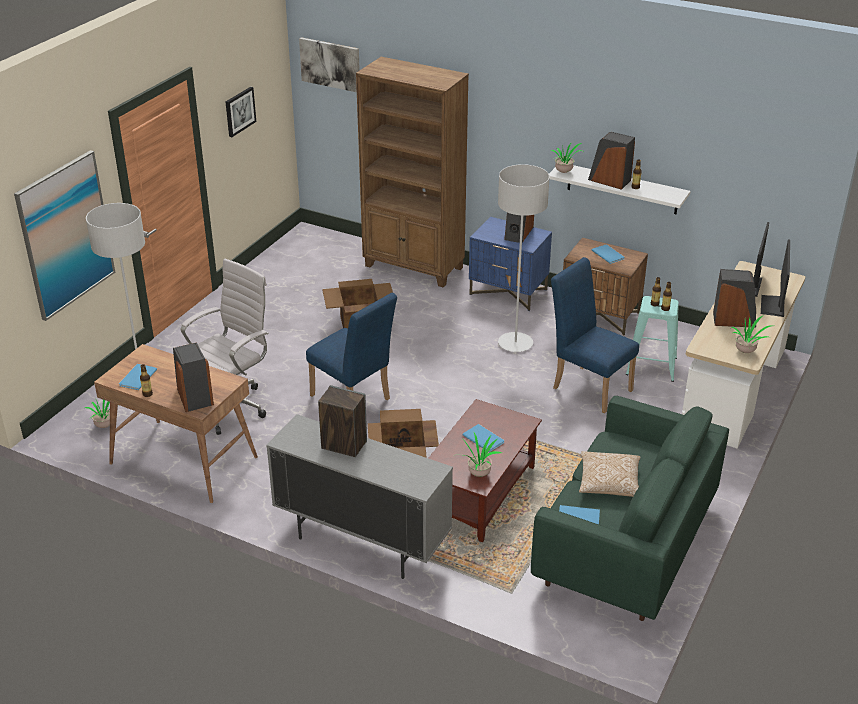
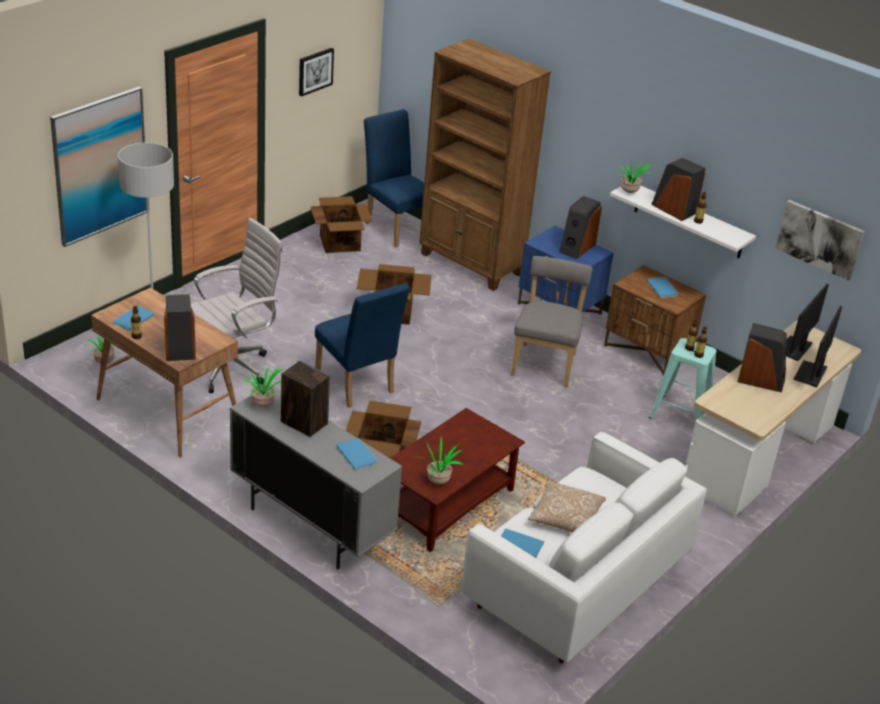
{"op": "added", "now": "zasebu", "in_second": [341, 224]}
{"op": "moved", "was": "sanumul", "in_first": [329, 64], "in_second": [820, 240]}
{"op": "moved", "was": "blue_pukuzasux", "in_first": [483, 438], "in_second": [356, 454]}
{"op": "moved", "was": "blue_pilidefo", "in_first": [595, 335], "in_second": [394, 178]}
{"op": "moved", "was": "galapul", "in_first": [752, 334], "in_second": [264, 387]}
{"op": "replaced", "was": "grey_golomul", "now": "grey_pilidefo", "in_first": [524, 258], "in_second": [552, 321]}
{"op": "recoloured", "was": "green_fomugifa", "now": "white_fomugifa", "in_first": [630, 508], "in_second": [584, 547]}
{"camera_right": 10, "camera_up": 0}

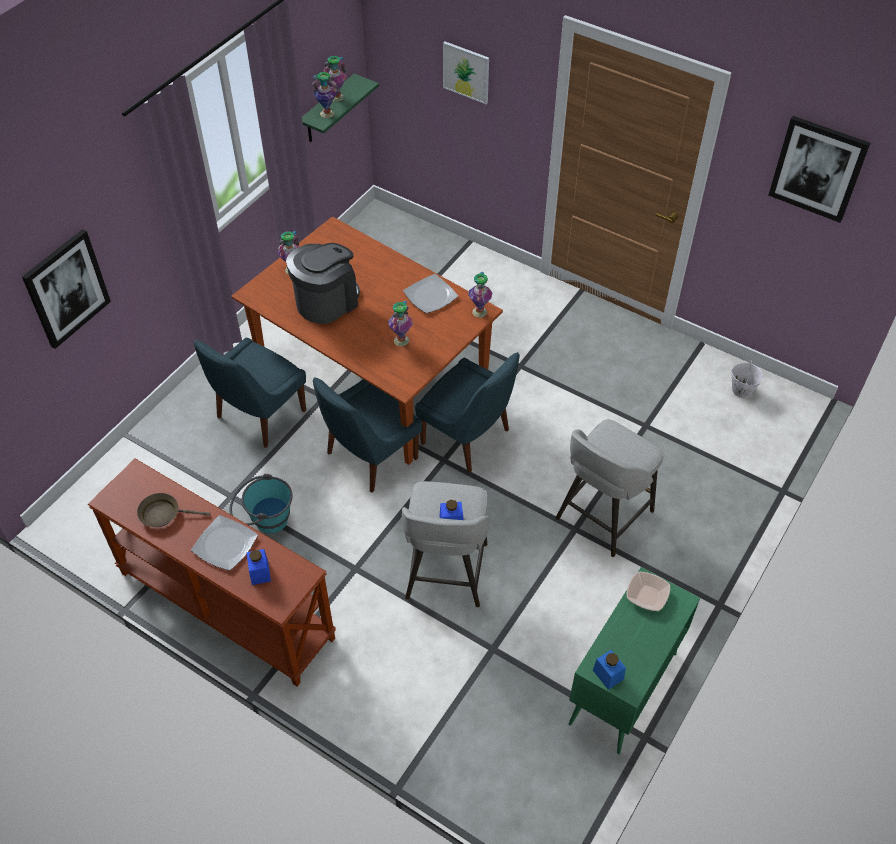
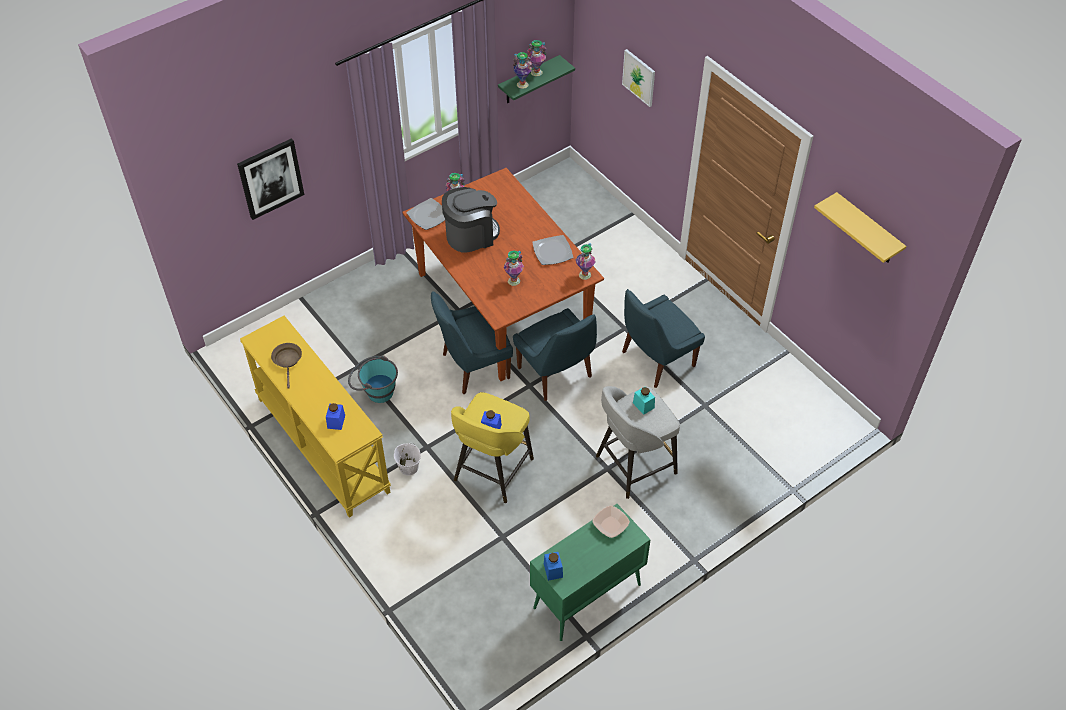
{"op": "added", "now": "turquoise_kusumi", "in_second": [644, 401]}
{"op": "moved", "was": "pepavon", "in_first": [224, 543], "in_second": [425, 214]}
{"op": "moved", "was": "blue_pilidefo", "in_first": [250, 393], "in_second": [663, 338]}
{"op": "moved", "was": "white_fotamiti", "in_first": [747, 378], "in_second": [407, 459]}
{"op": "replaced", "was": "sanumul", "now": "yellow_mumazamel", "in_first": [819, 169], "in_second": [860, 227]}
{"op": "recoloured", "was": "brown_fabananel", "now": "yellow_fabananel", "in_first": [212, 572], "in_second": [315, 417]}
{"op": "recoloured", "was": "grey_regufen", "now": "yellow_regufen", "in_first": [446, 544], "in_second": [492, 447]}
{"op": "turned", "was": "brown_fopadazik", "in_first": [173, 510], "in_second": [286, 366], "clockwise": 60}
{"camera_right": 20, "camera_up": 0}

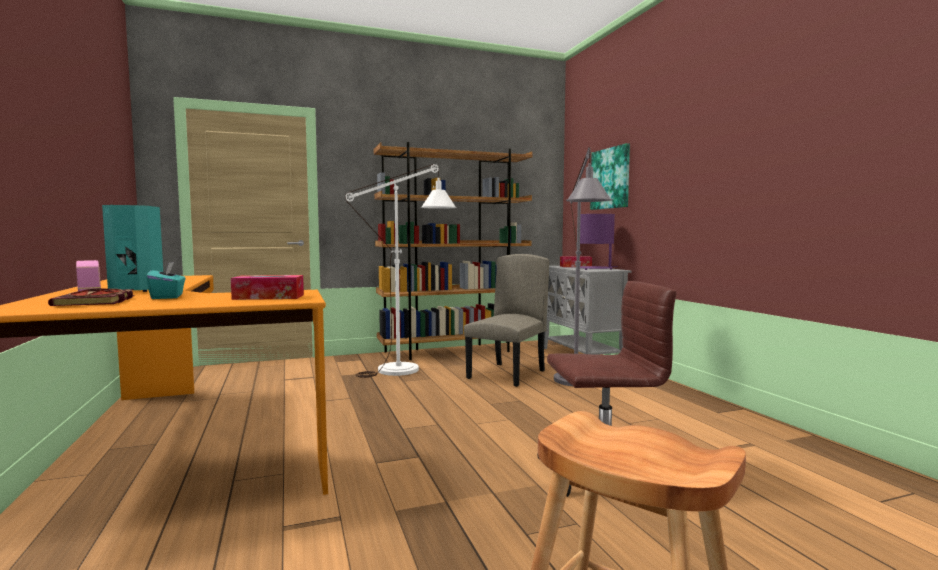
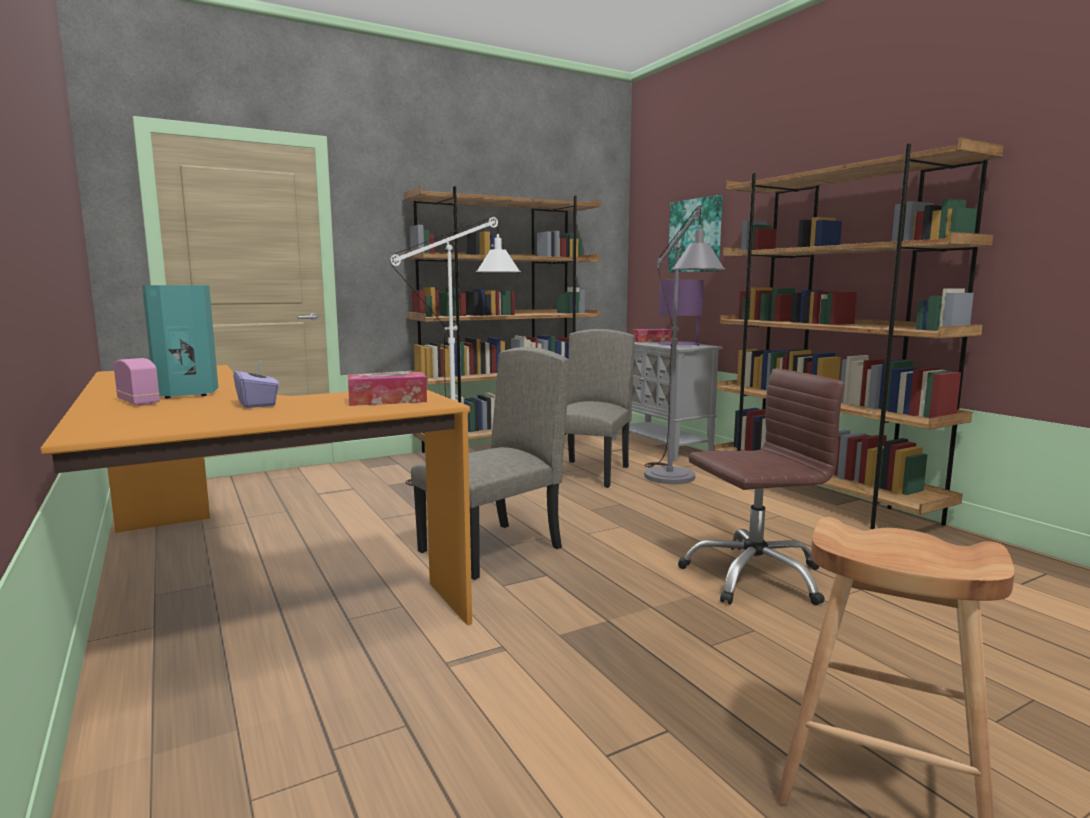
{"op": "removed", "was": "pukuzasux", "in_first": [91, 297]}
{"op": "added", "now": "beige_pilidefo", "in_second": [490, 463]}
{"op": "added", "now": "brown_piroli", "in_second": [859, 333]}
{"op": "recoloured", "was": "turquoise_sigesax", "now": "purple_sigesax", "in_first": [166, 280], "in_second": [256, 384]}
{"camera_right": -10, "camera_up": 5}

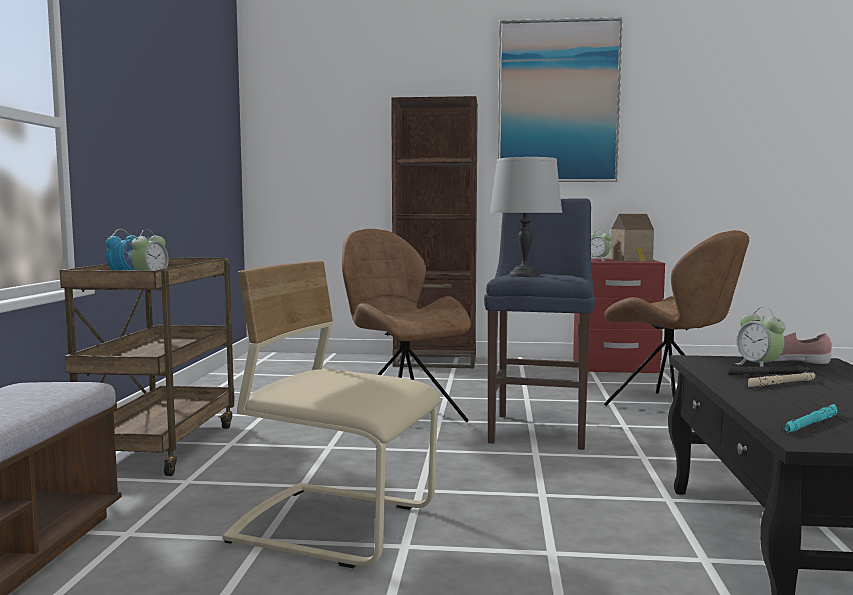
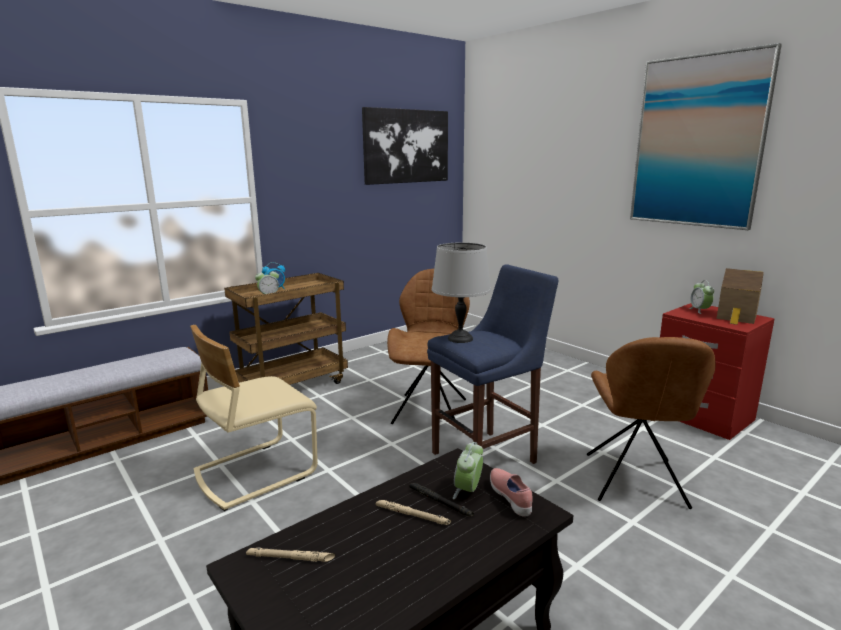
{"op": "removed", "was": "brown_piroli", "in_first": [434, 232]}
{"op": "added", "now": "sanumul", "in_second": [405, 146]}
{"op": "recoloured", "was": "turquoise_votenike", "now": "beige_votenike", "in_first": [810, 418], "in_second": [291, 554]}
{"op": "turned", "was": "beige_pilidefo", "in_first": [332, 414], "in_second": [254, 418], "clockwise": -105}
{"camera_right": 45, "camera_up": 10}

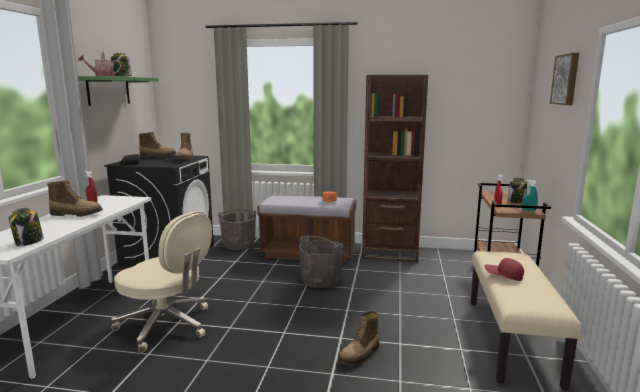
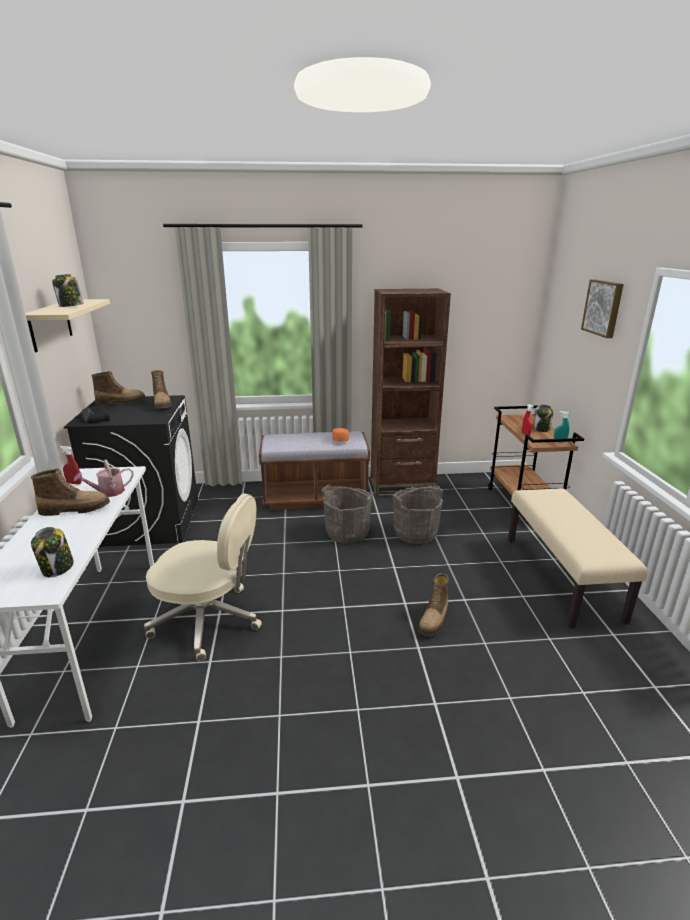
{"op": "removed", "was": "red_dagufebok", "in_first": [504, 269]}
{"op": "moved", "was": "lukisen", "in_first": [99, 63], "in_second": [104, 478]}
{"op": "moved", "was": "grey_fotamiti", "in_first": [237, 229], "in_second": [417, 514]}
{"op": "recoloured", "was": "green_mumazamel", "now": "beige_mumazamel", "in_first": [118, 91], "in_second": [67, 325]}
{"camera_right": -15, "camera_up": 10}

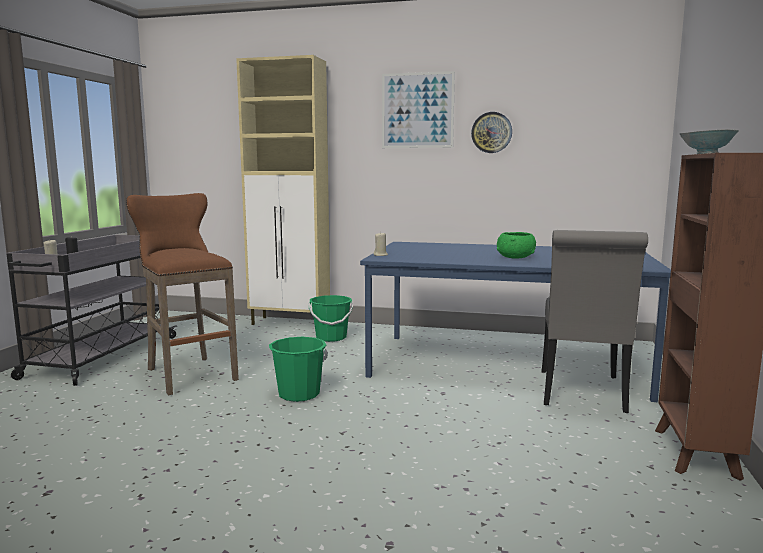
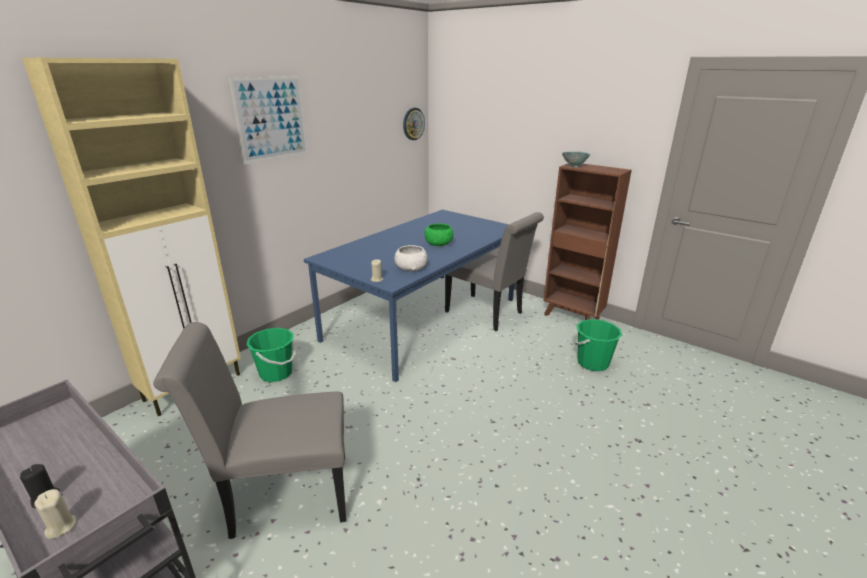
{"op": "added", "now": "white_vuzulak", "in_second": [411, 258]}
{"op": "moved", "was": "green_fotamiti", "in_first": [298, 369], "in_second": [598, 345]}
{"op": "moved", "was": "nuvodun", "in_first": [491, 132], "in_second": [414, 124]}
{"op": "replaced", "was": "brown_regufen", "now": "grey_pilidefo", "in_first": [182, 294], "in_second": [249, 430]}
{"camera_right": -65, "camera_up": 15}

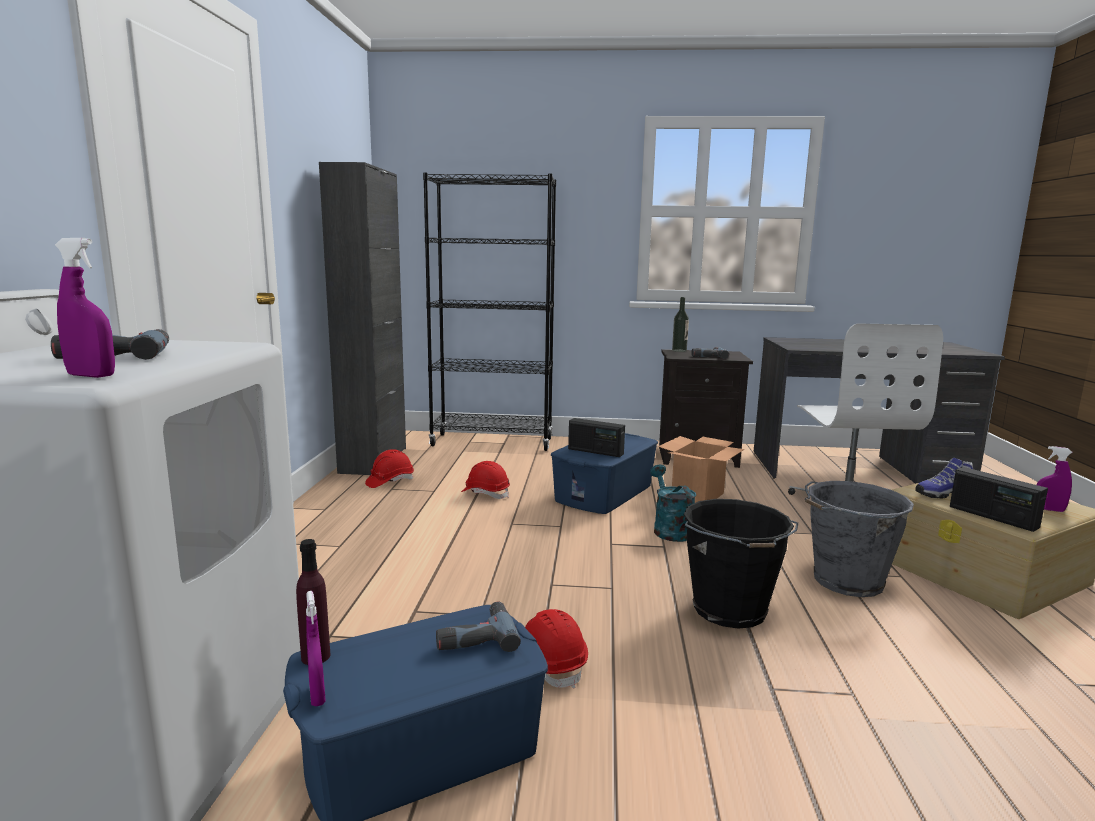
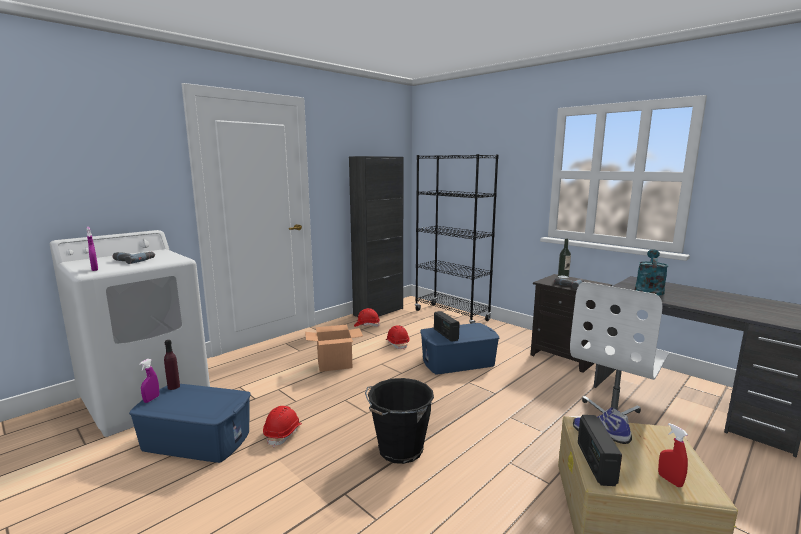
{"op": "removed", "was": "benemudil", "in_first": [478, 627]}
{"op": "removed", "was": "grey_fotamiti", "in_first": [859, 539]}
{"op": "moved", "was": "turquoise_lukisen", "in_first": [673, 503], "in_second": [651, 272]}
{"op": "moved", "was": "zasebu", "in_first": [701, 469], "in_second": [334, 348]}
{"op": "recoloured", "was": "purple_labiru", "now": "red_labiru", "in_first": [1055, 479], "in_second": [673, 455]}
{"camera_right": 40, "camera_up": 0}

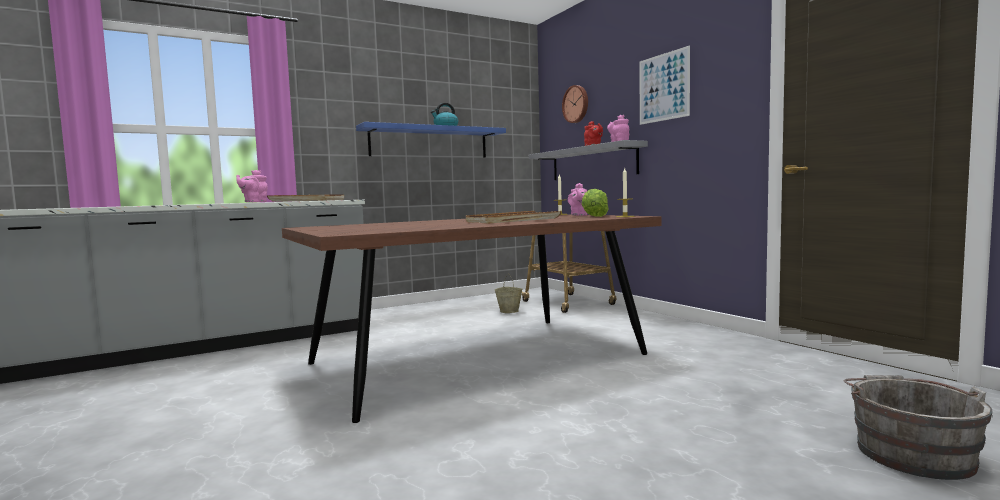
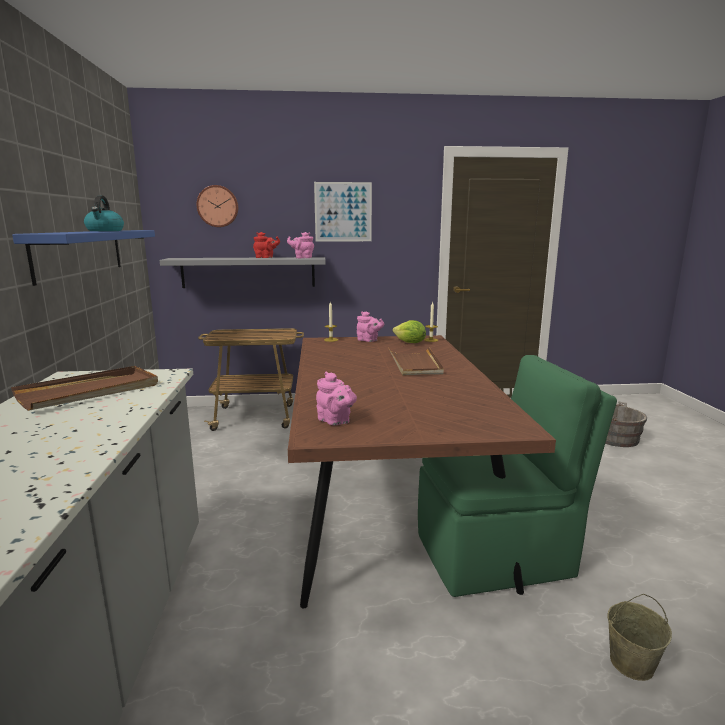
{"op": "added", "now": "green_pilidefo", "in_second": [517, 476]}
{"op": "moved", "was": "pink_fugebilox", "in_first": [252, 186], "in_second": [336, 398]}
{"op": "moved", "was": "beige_fotamiti", "in_first": [509, 293], "in_second": [639, 637]}
{"camera_right": -65, "camera_up": 10}

